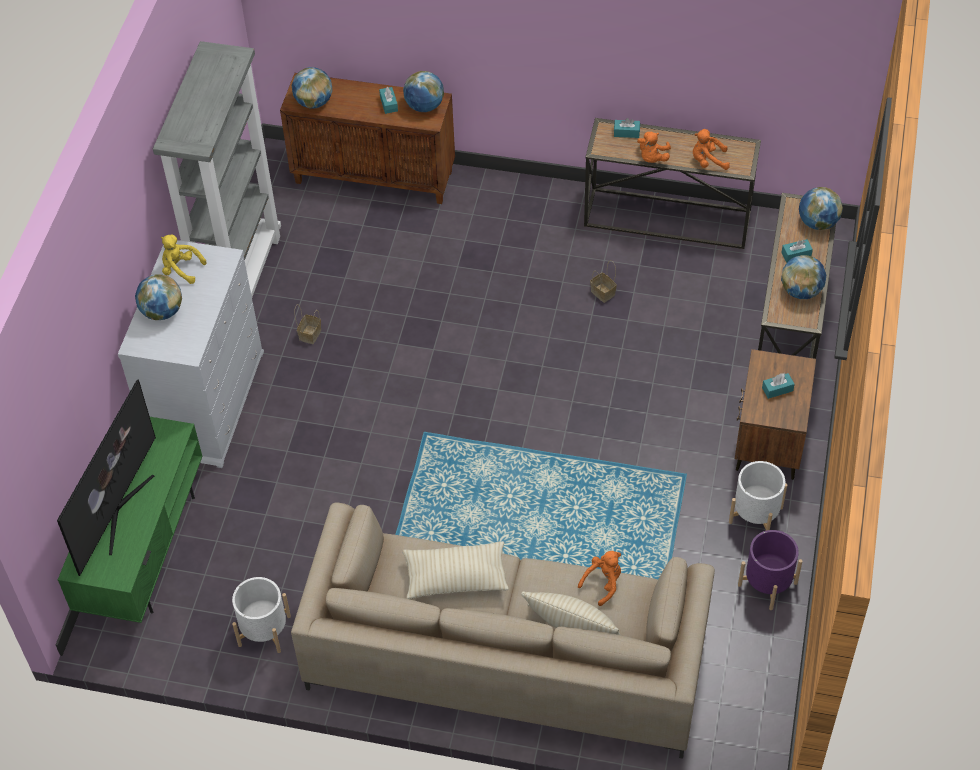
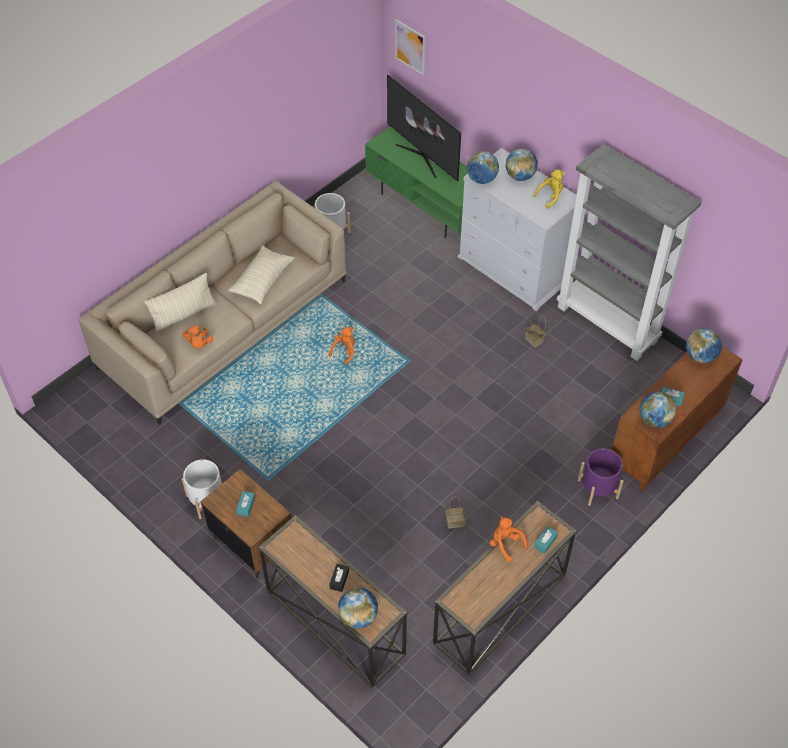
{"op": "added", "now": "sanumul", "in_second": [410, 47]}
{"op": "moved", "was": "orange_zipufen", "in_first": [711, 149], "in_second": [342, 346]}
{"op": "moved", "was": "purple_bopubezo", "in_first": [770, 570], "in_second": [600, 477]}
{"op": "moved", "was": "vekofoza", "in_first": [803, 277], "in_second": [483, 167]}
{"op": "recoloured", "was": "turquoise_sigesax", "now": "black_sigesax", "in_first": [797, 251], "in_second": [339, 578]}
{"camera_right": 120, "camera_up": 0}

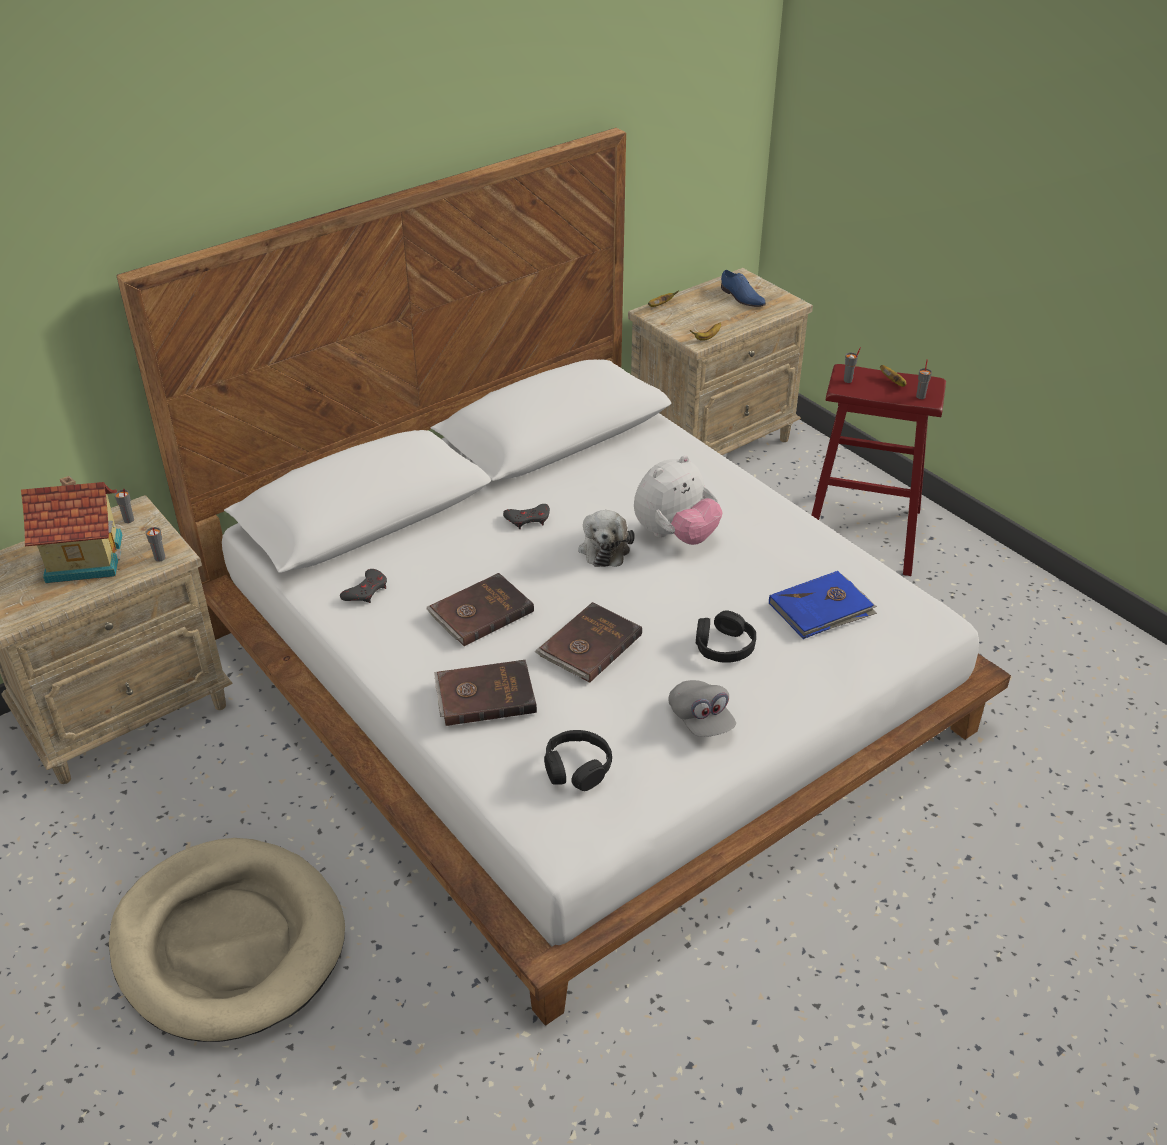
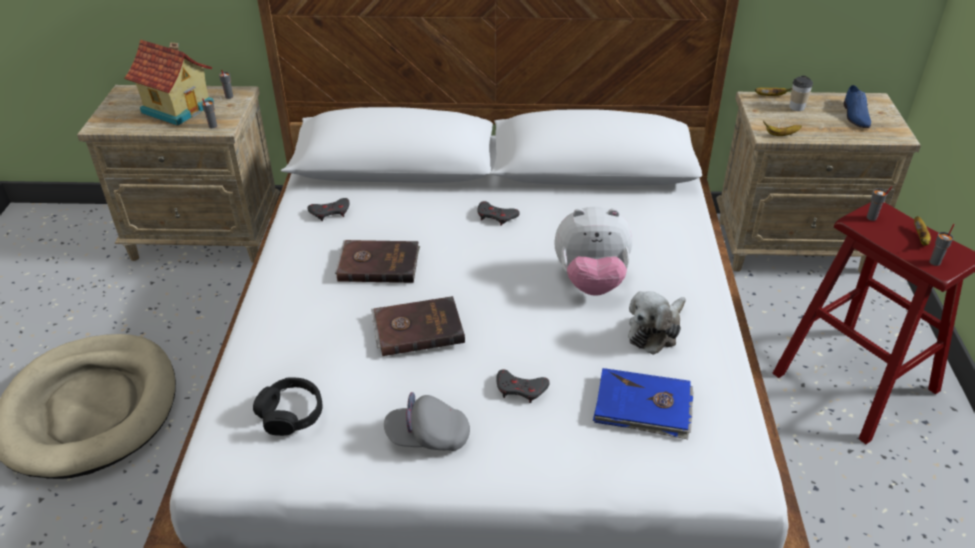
{"op": "removed", "was": "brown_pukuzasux", "in_first": [485, 693]}
{"op": "added", "now": "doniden", "in_second": [801, 93]}
{"op": "moved", "was": "zipufen", "in_first": [606, 538], "in_second": [657, 323]}
{"op": "replaced", "was": "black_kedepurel", "now": "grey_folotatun", "in_first": [726, 636], "in_second": [523, 386]}
{"op": "turned", "was": "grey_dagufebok", "in_first": [702, 708], "in_second": [427, 421], "clockwise": 75}
{"camera_right": 40, "camera_up": 0}

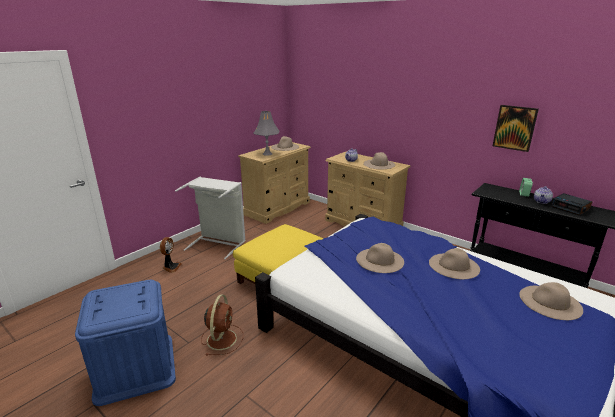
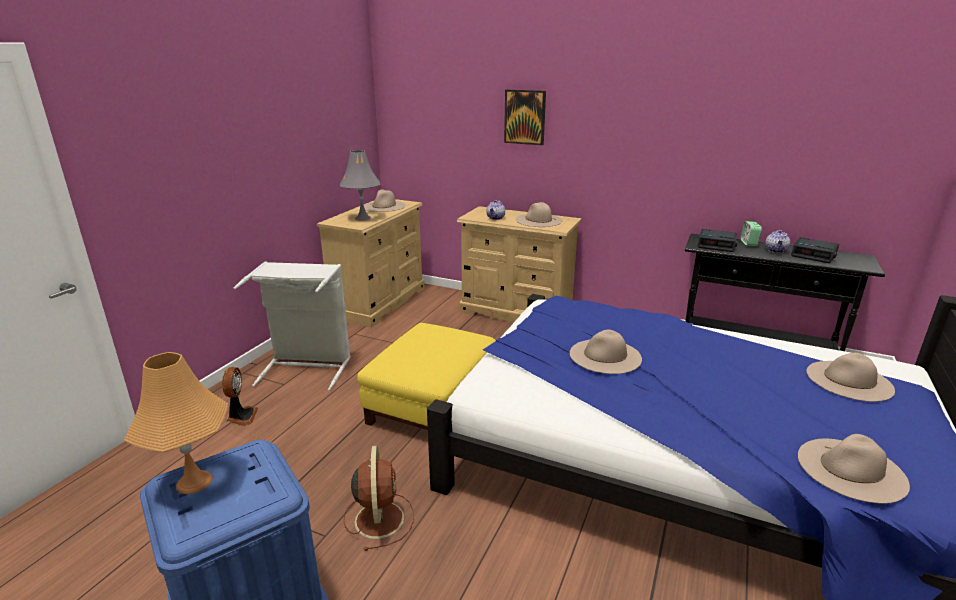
{"op": "added", "now": "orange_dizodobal", "in_second": [176, 423]}
{"op": "added", "now": "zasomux", "in_second": [717, 240]}
{"op": "moved", "was": "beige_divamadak", "in_first": [454, 263], "in_second": [854, 469]}
{"op": "moved", "was": "sanumul", "in_first": [516, 128], "in_second": [525, 117]}
{"camera_right": -15, "camera_up": 0}

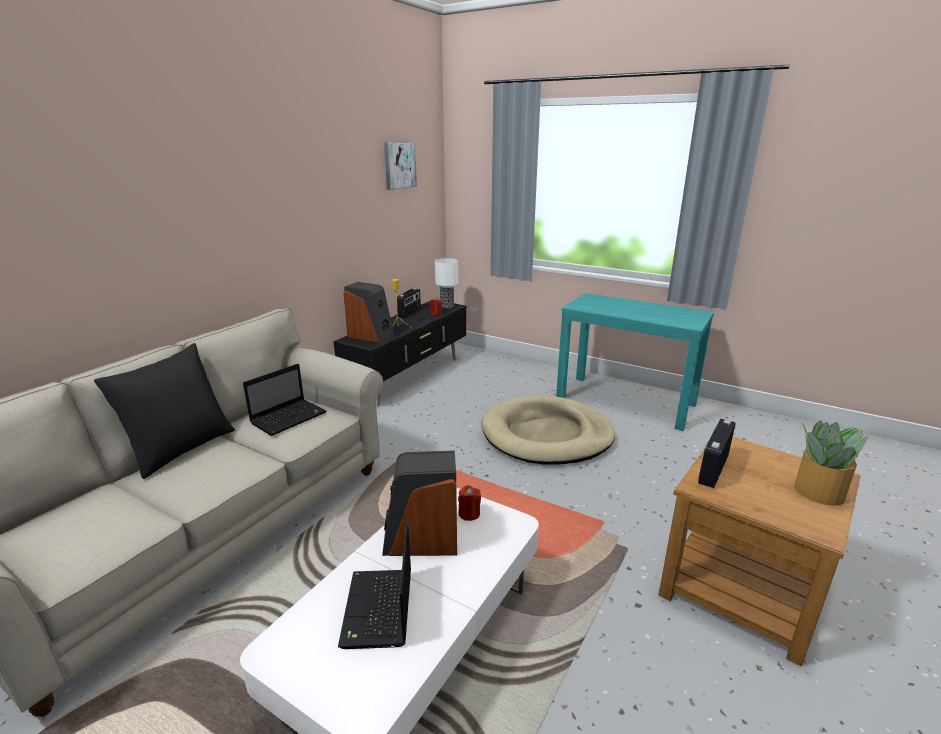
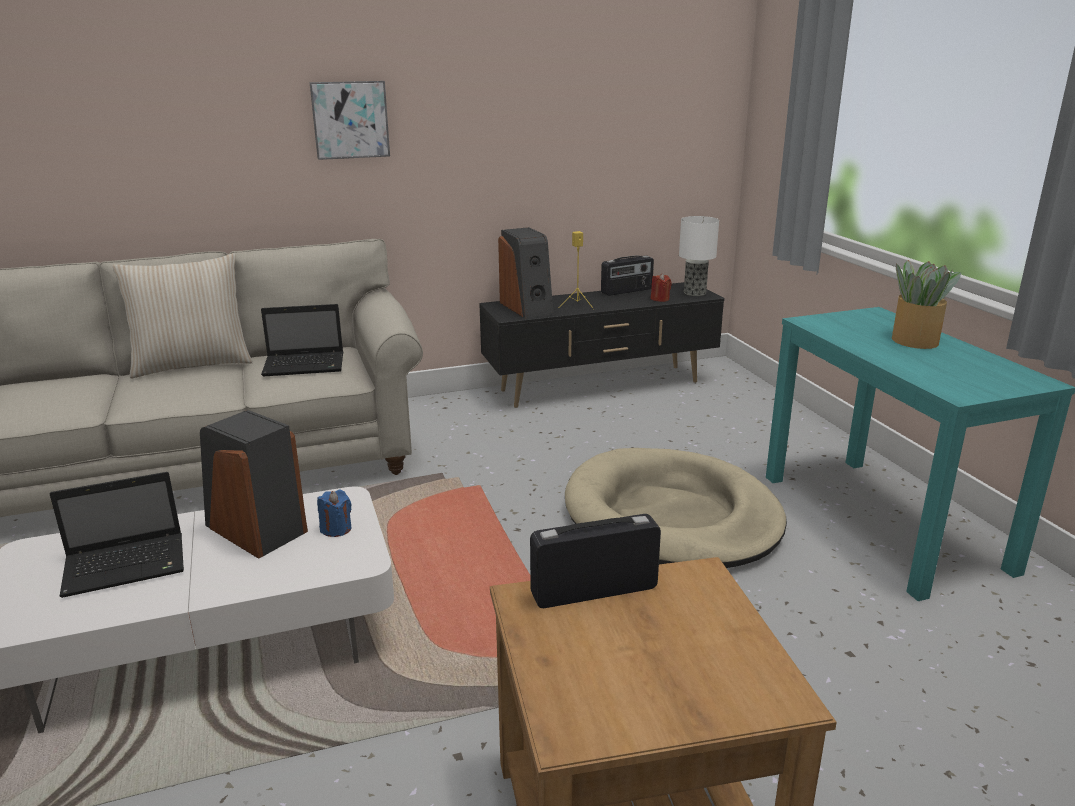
{"op": "moved", "was": "sanumul", "in_first": [400, 166], "in_second": [350, 120]}
{"op": "moved", "was": "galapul", "in_first": [831, 463], "in_second": [926, 304]}
{"op": "recoloured", "was": "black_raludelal", "now": "beige_raludelal", "in_first": [164, 411], "in_second": [182, 315]}
{"op": "recoloured", "was": "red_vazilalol", "now": "blue_vazilalol", "in_first": [469, 503], "in_second": [334, 513]}
{"op": "turned", "was": "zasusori", "in_first": [374, 586], "in_second": [117, 535], "clockwise": -150}
{"camera_right": 40, "camera_up": 0}

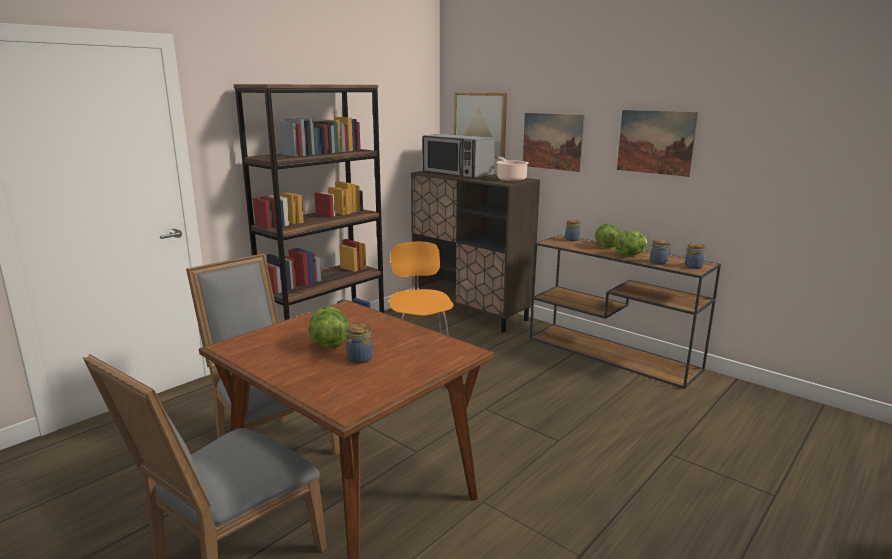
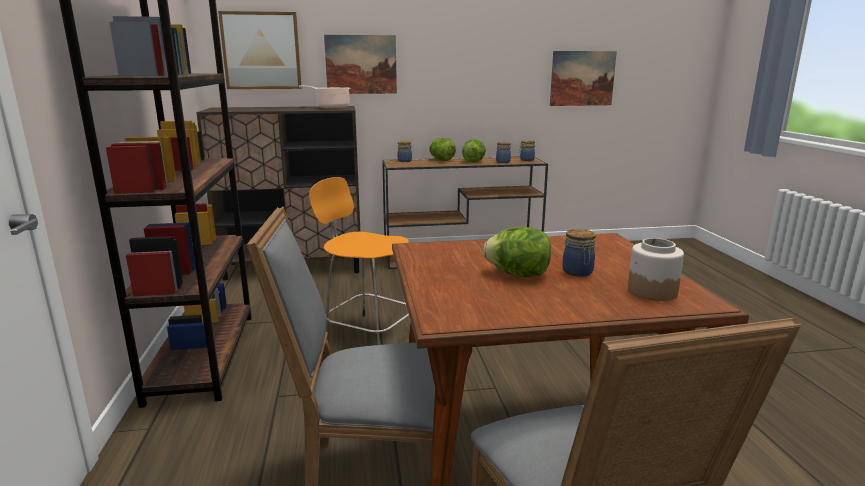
{"op": "removed", "was": "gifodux", "in_first": [458, 156]}
{"op": "added", "now": "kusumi", "in_second": [656, 269]}
{"op": "moved", "was": "sanumul", "in_first": [657, 143], "in_second": [583, 78]}
{"camera_right": -50, "camera_up": 0}

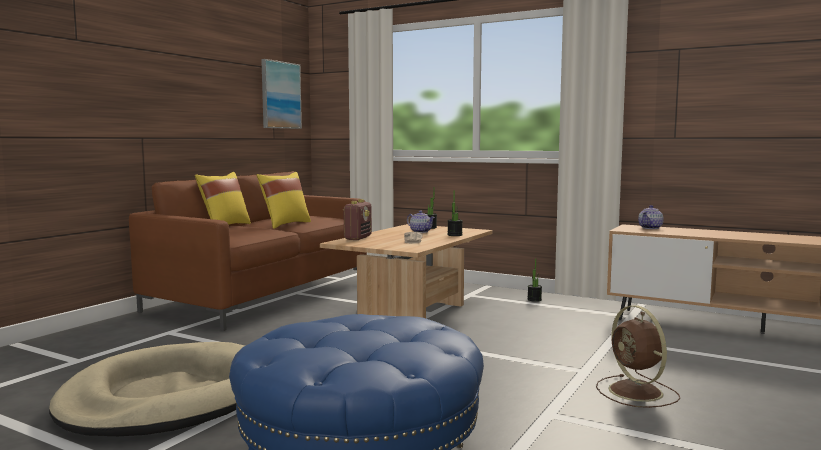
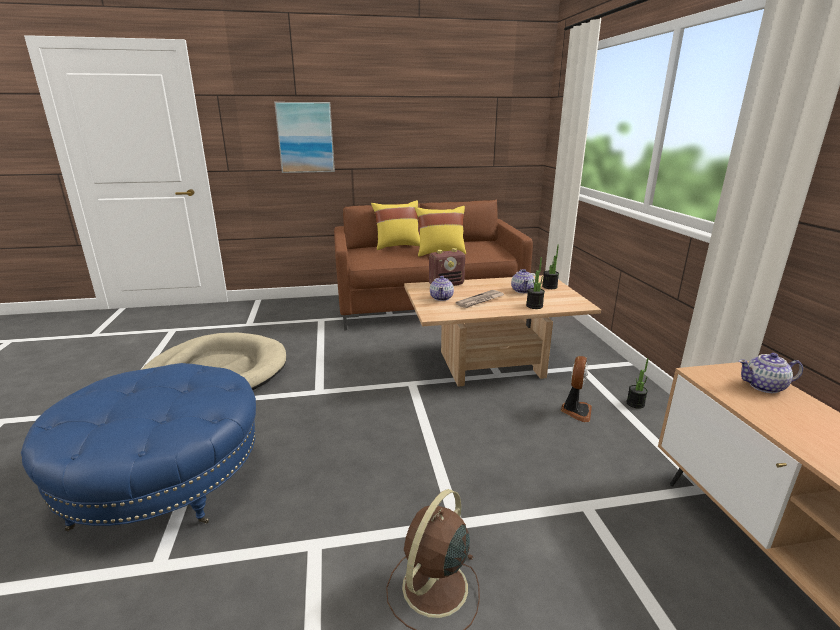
{"op": "added", "now": "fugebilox", "in_second": [442, 288]}
{"op": "added", "now": "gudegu", "in_second": [576, 389]}
{"op": "moved", "was": "sanumul", "in_first": [281, 94], "in_second": [304, 137]}
{"camera_right": 50, "camera_up": 15}

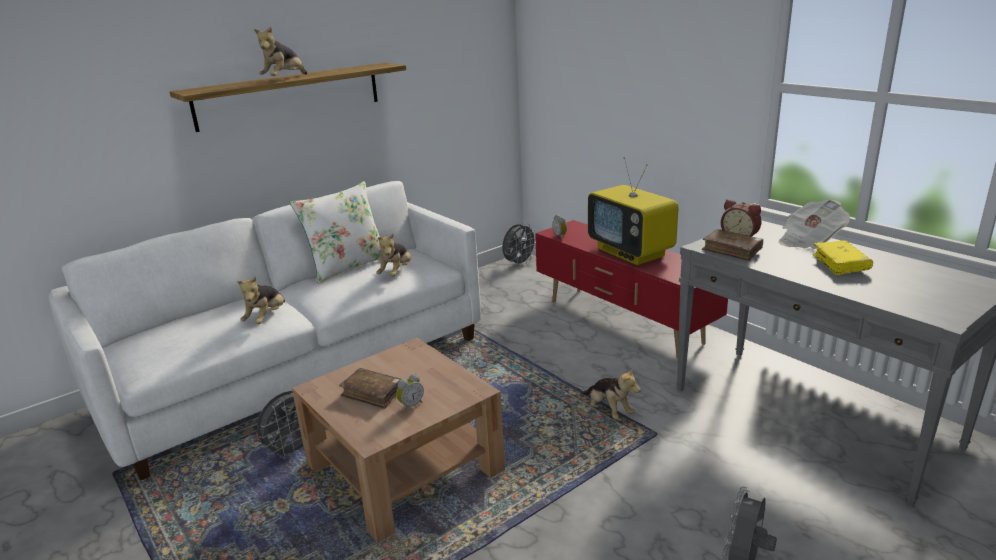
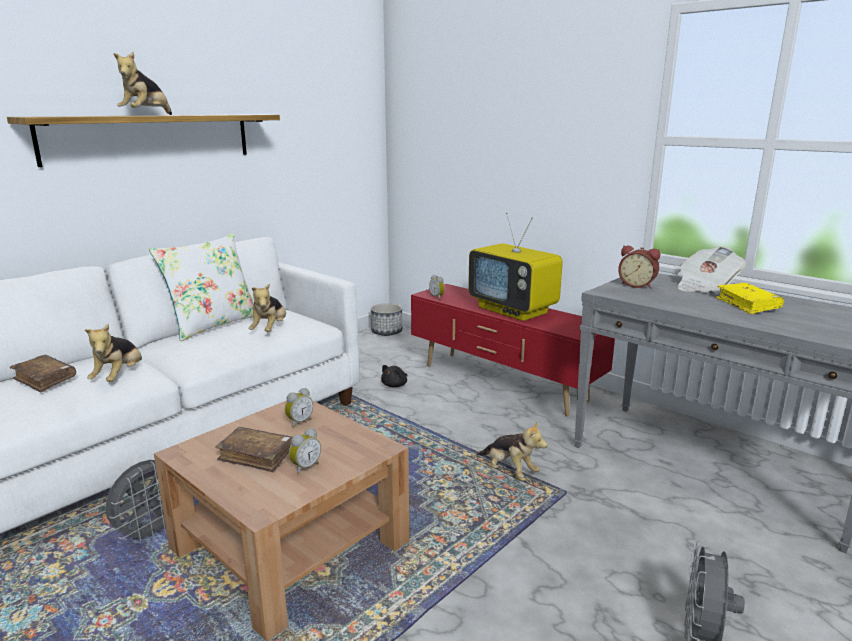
{"op": "added", "now": "zasomux", "in_second": [299, 407]}
{"op": "added", "now": "black_zipufen", "in_second": [394, 376]}
{"op": "moved", "was": "brown_pukuzasux", "in_first": [732, 245], "in_second": [43, 374]}
{"op": "replaced", "was": "grey_gudegu", "now": "bopubezo", "in_first": [519, 244], "in_second": [386, 319]}
{"camera_right": -10, "camera_up": -5}

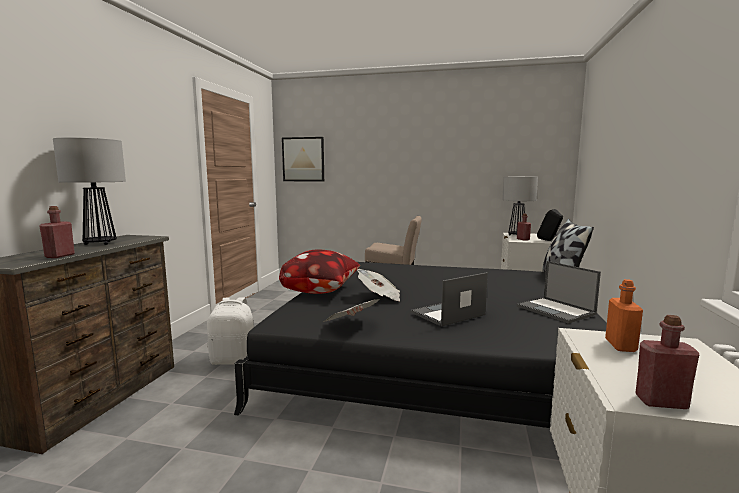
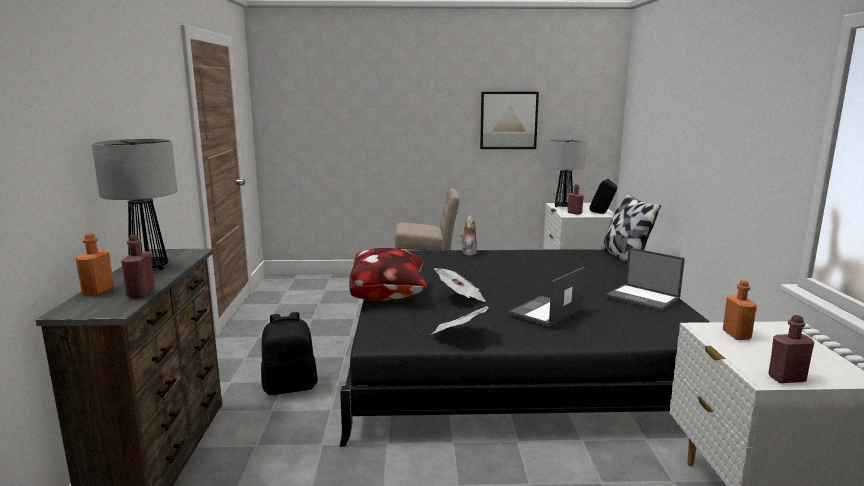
{"op": "added", "now": "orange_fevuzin", "in_second": [95, 264]}
{"op": "added", "now": "zipufen", "in_second": [468, 236]}
{"op": "moved", "was": "sanumul", "in_first": [303, 159], "in_second": [509, 120]}
{"op": "recoloured", "was": "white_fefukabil", "now": "black_fefukabil", "in_first": [230, 331], "in_second": [289, 353]}
{"camera_right": -15, "camera_up": 5}

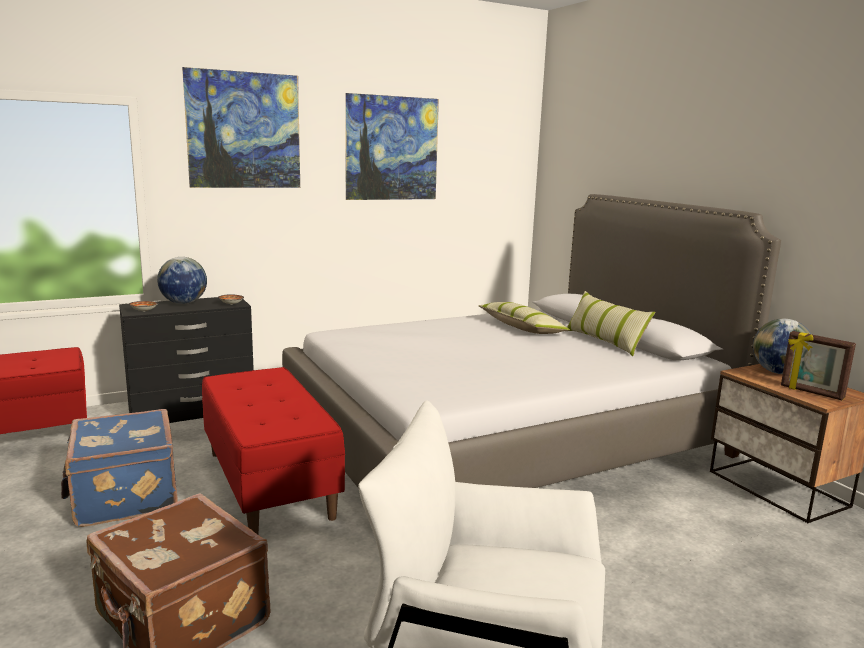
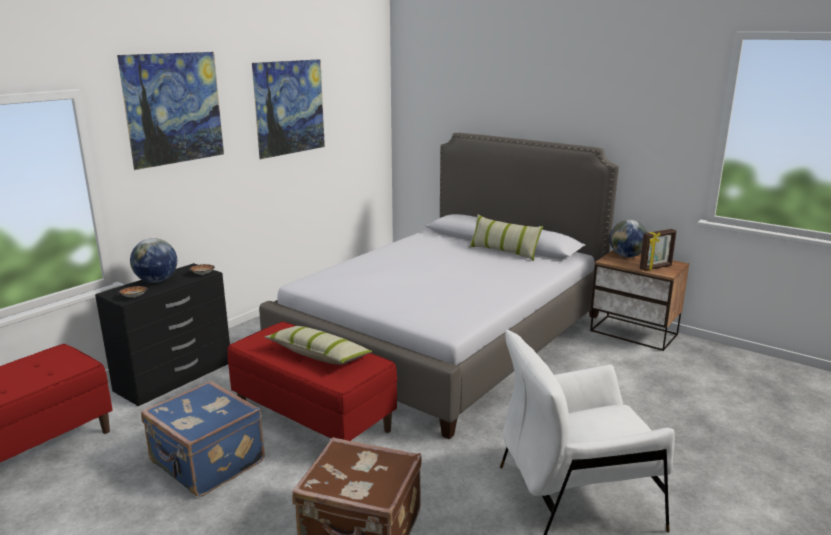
{"op": "moved", "was": "raludelal", "in_first": [524, 318], "in_second": [318, 345]}
{"op": "turned", "was": "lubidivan", "in_first": [818, 365], "in_second": [658, 250], "clockwise": -45}
{"camera_right": -25, "camera_up": 5}

